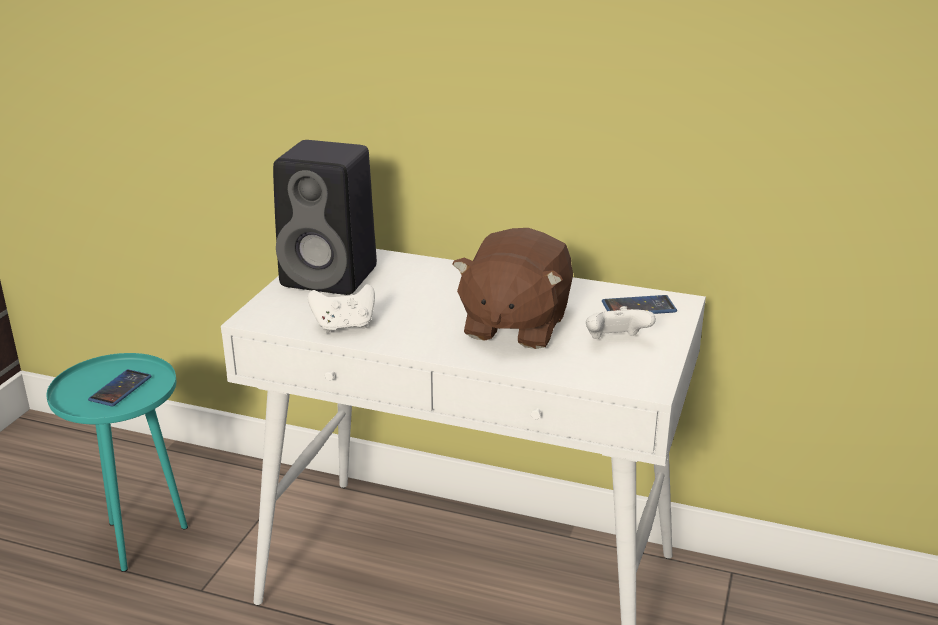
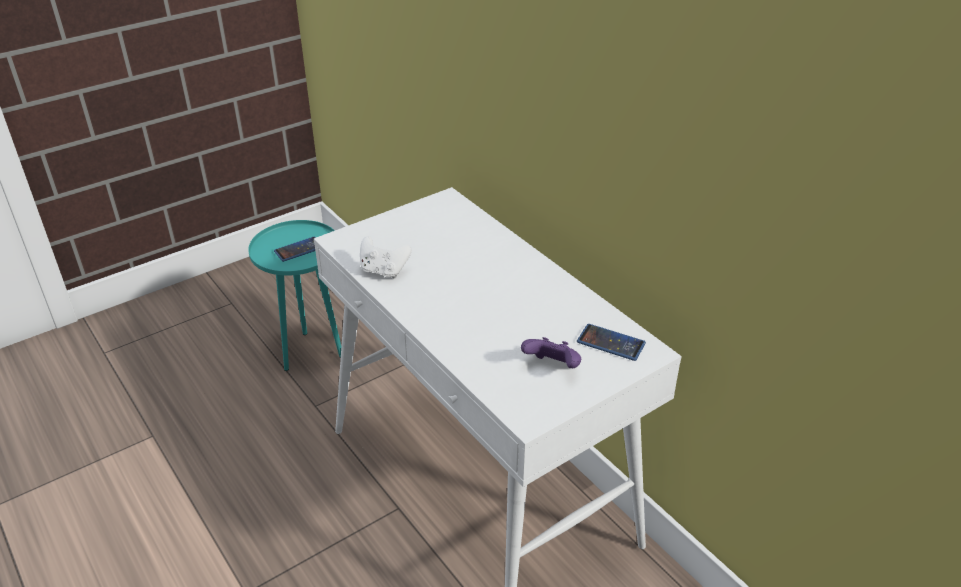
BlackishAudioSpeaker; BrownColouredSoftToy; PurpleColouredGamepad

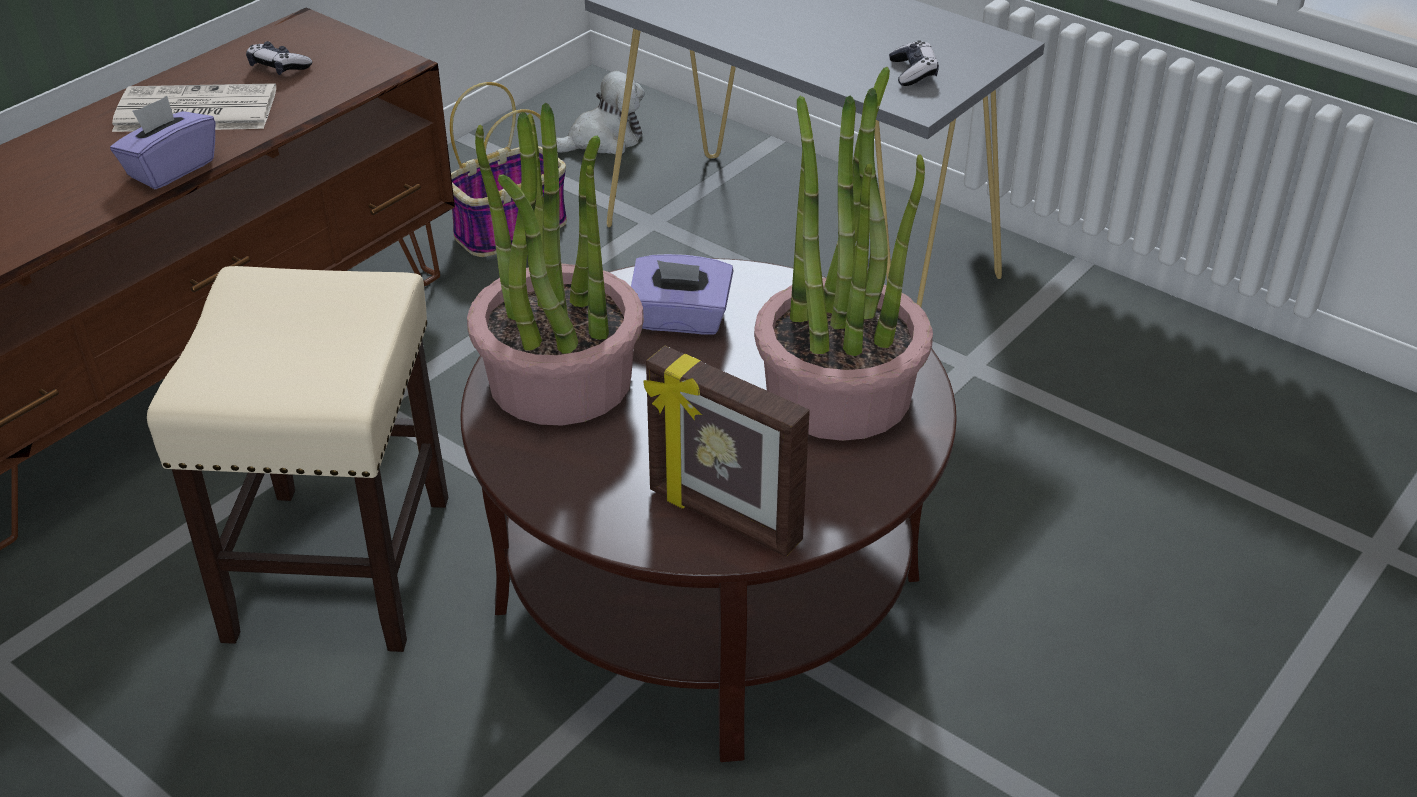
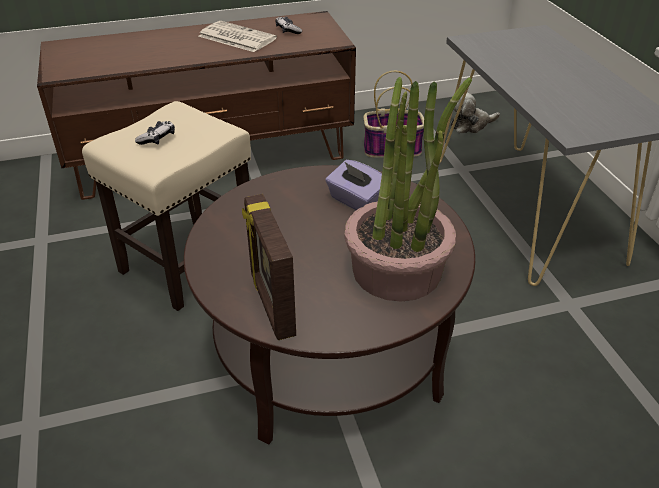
PurpleColouredTissueBox (no. 1 from left in the first image); PottedPlant (no. 1 from left in the first image); Gamepad (no. 1 from left); SoftToy

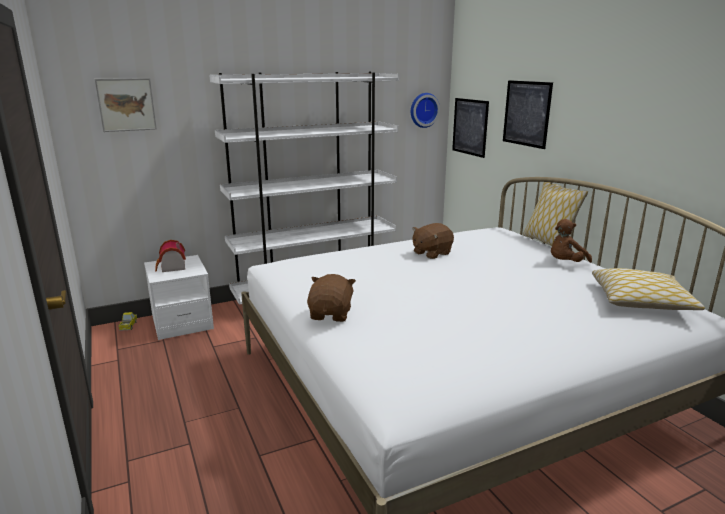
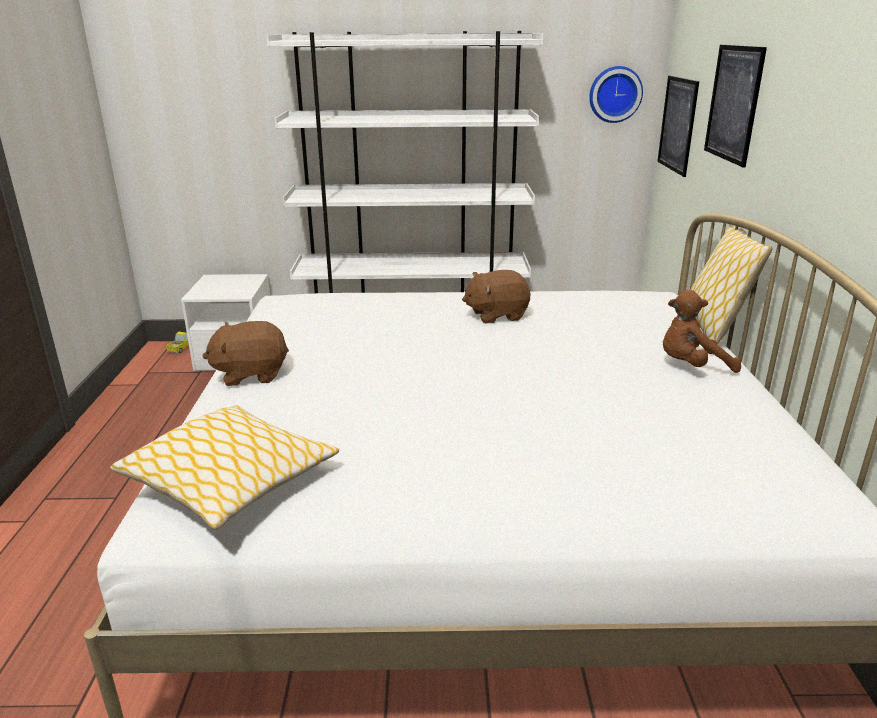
WallPicture (no. 1 from left in the first image); ToyHouse; ThrowPillow (no. 1 from left); BrownColouredSoftToy (no. 1 from left)

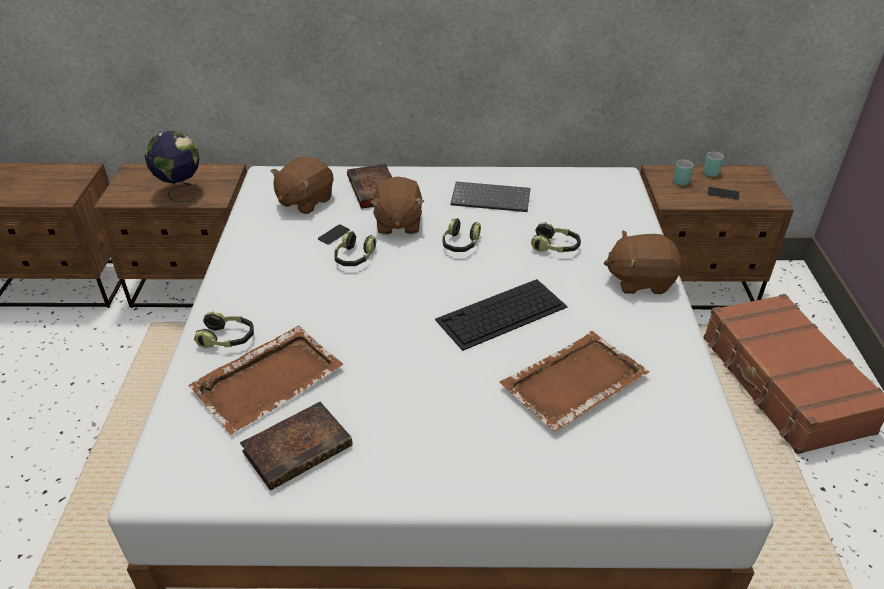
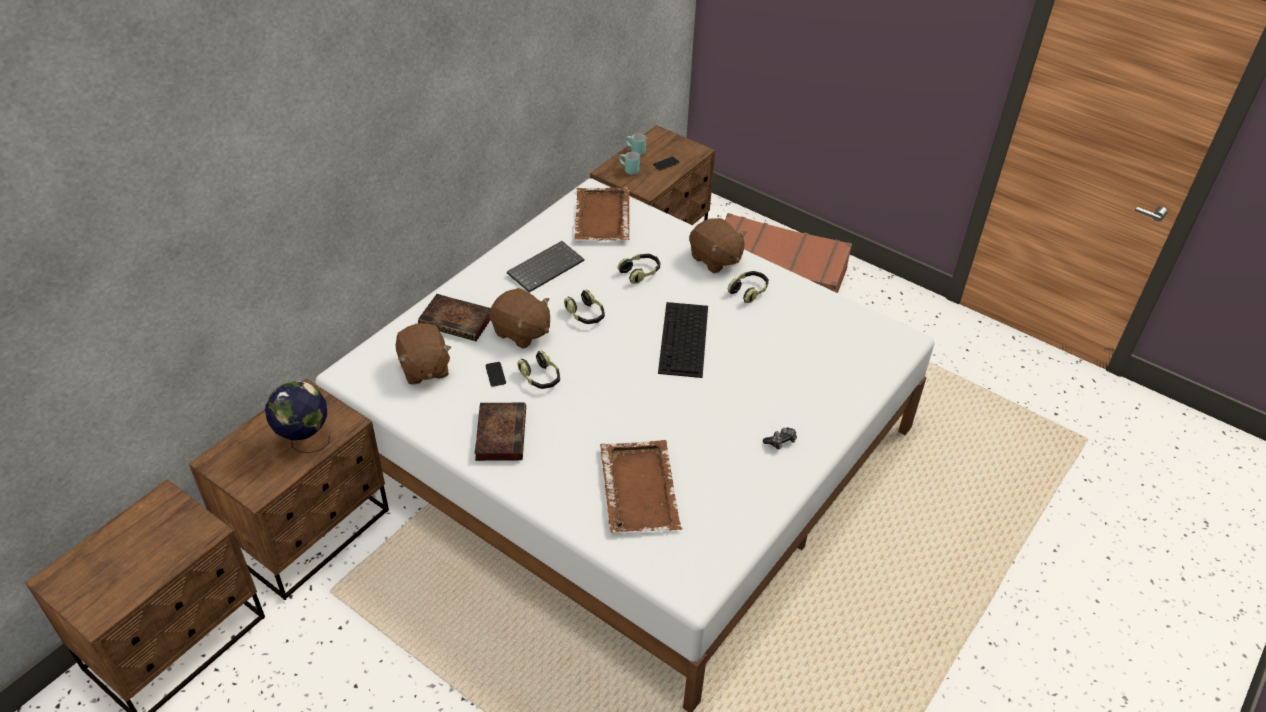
Gamepad; Headphones (no. 4 from left); Book (no. 2 from left); BrownColouredServingTray (no. 1 from left); BrownColouredSoftToy (no. 3 from left)

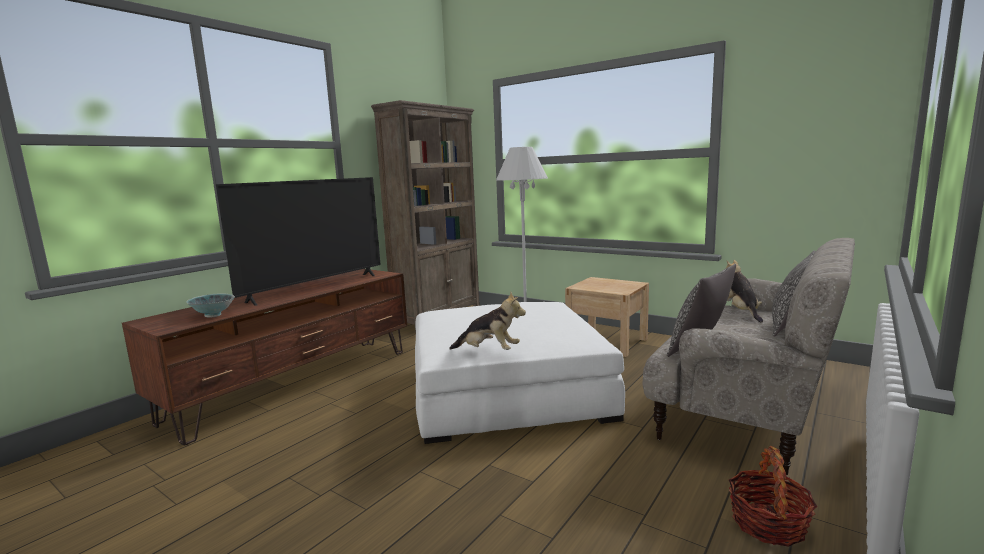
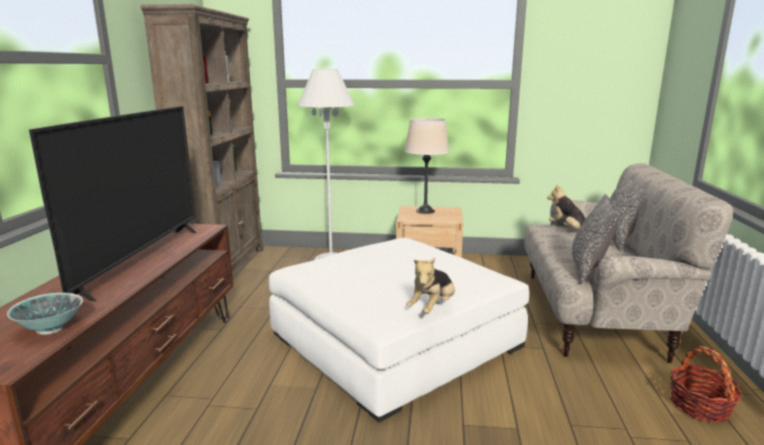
BeigeColouredTabletopLamp; SoftToy (no. 1 from left)

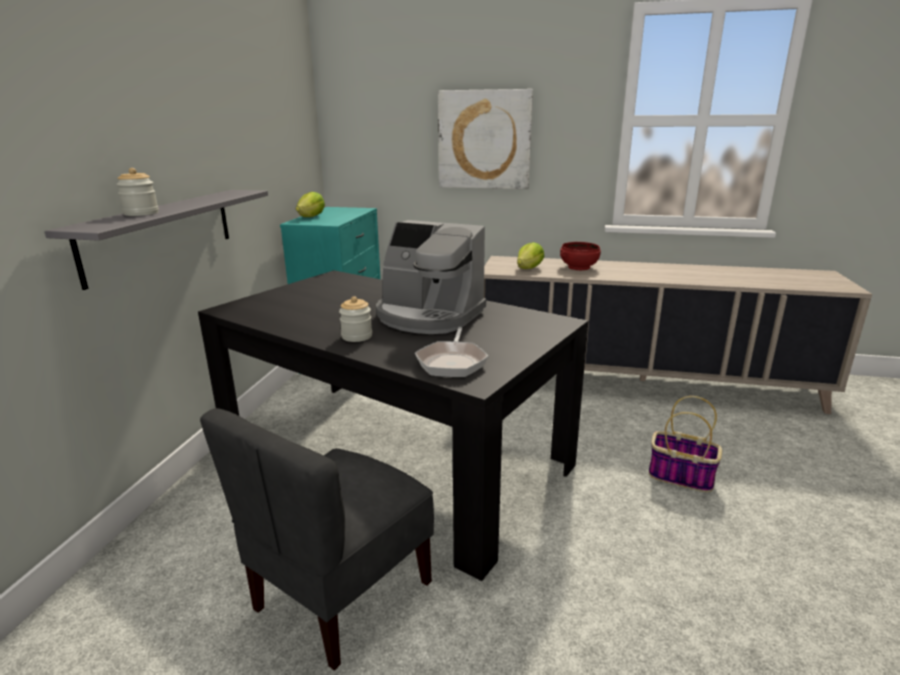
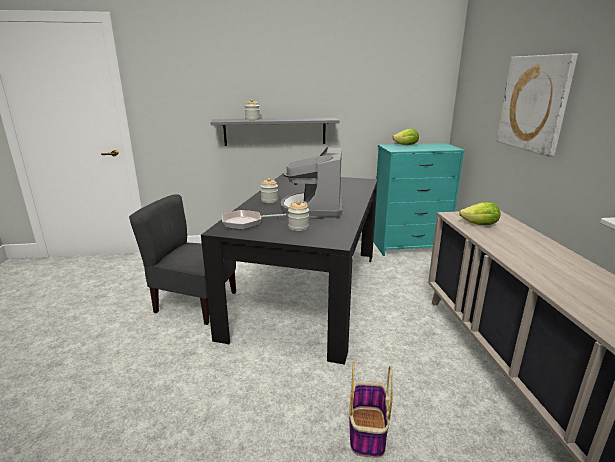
RedColouredBowl; PreserveJar (no. 3 from left)

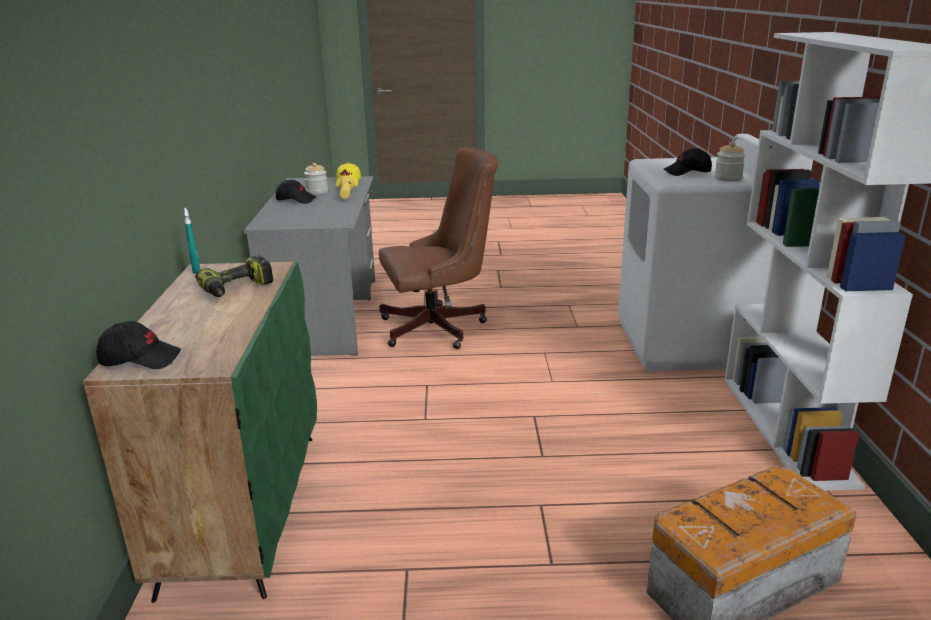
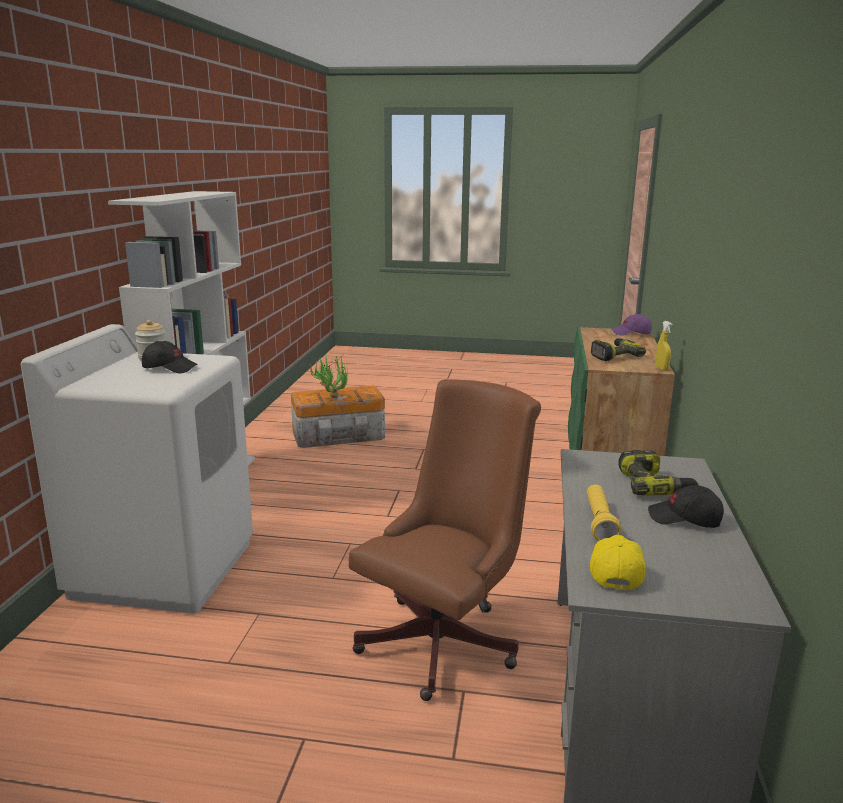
PreserveJar (no. 1 from left in the first image); PottedPlant; Drill (no. 2 from left); PurpleColouredBaseballCap; YellowColouredSprayBottle; BrownColouredDeskChair

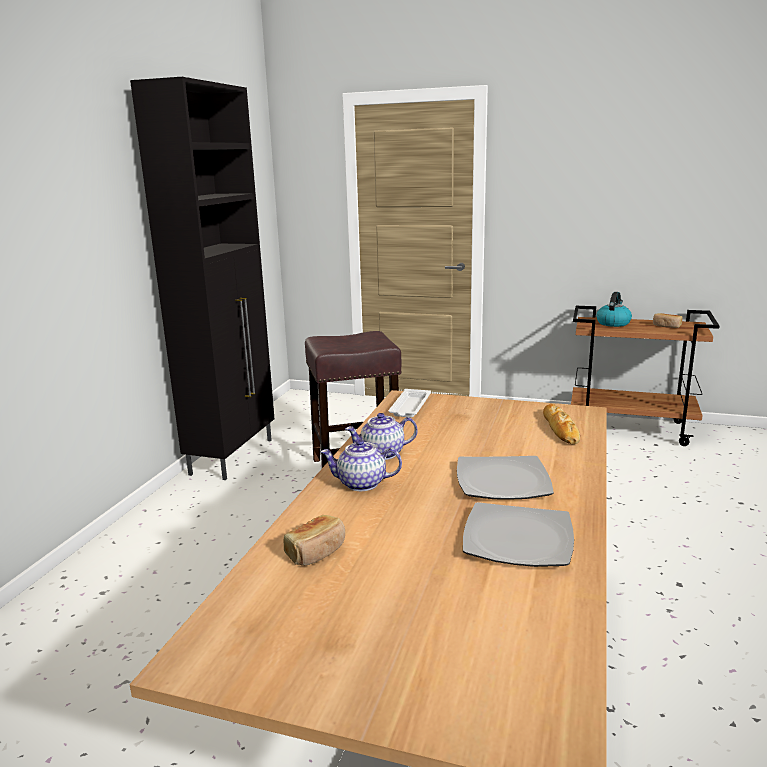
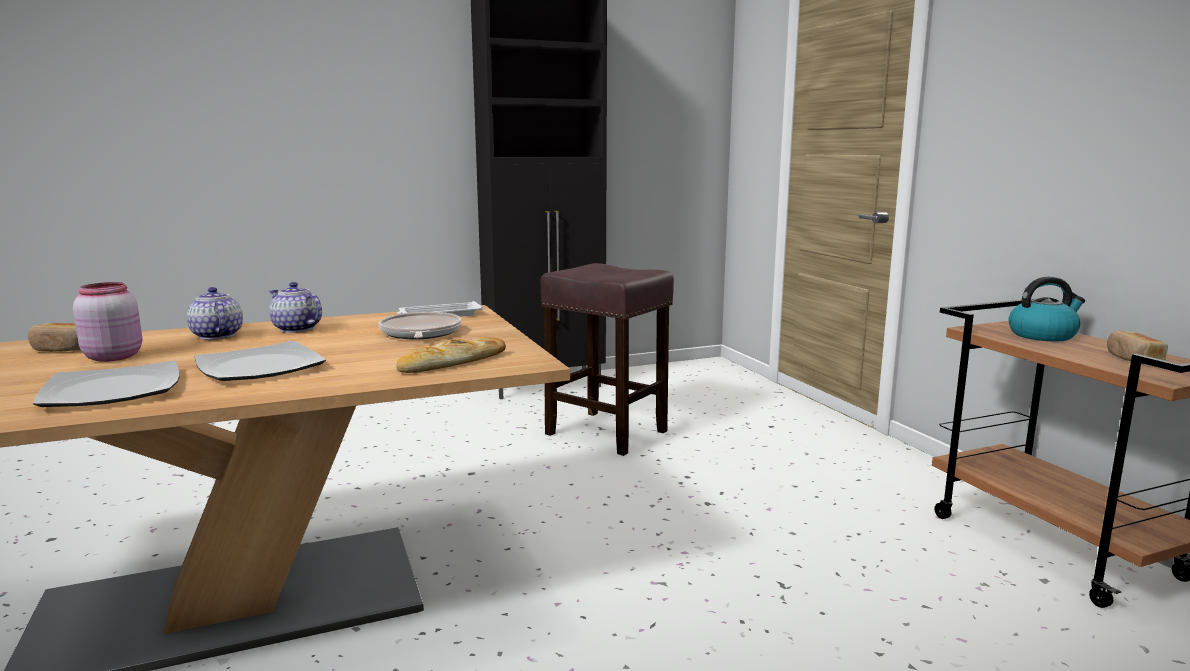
PinkColouredPreserveJar; Skillet

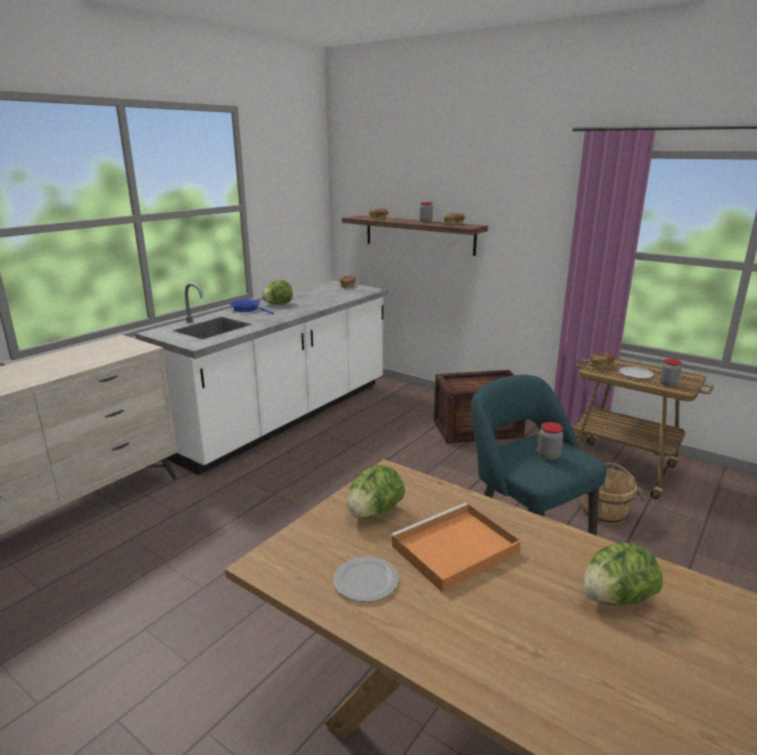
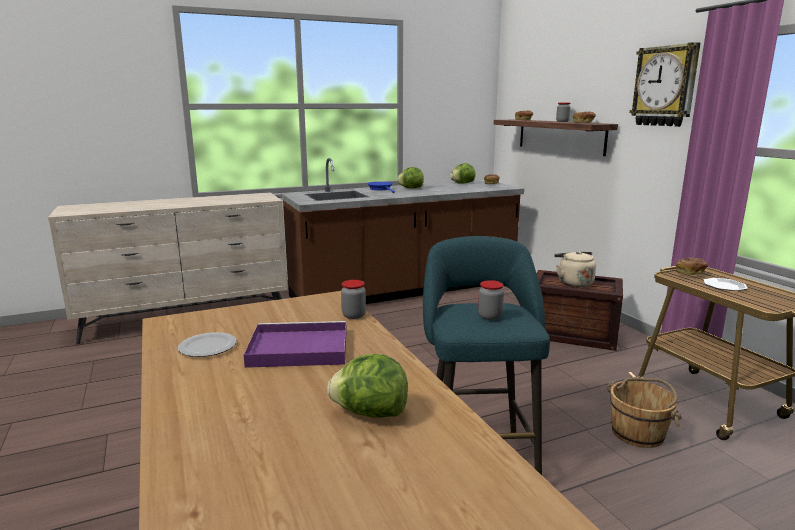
BeigeColouredTeaKettle; WallClock; HeadOfLettuce (no. 3 from left); PreserveJar (no. 1 from left); BrownColouredCounter; PurpleColouredServingTray

